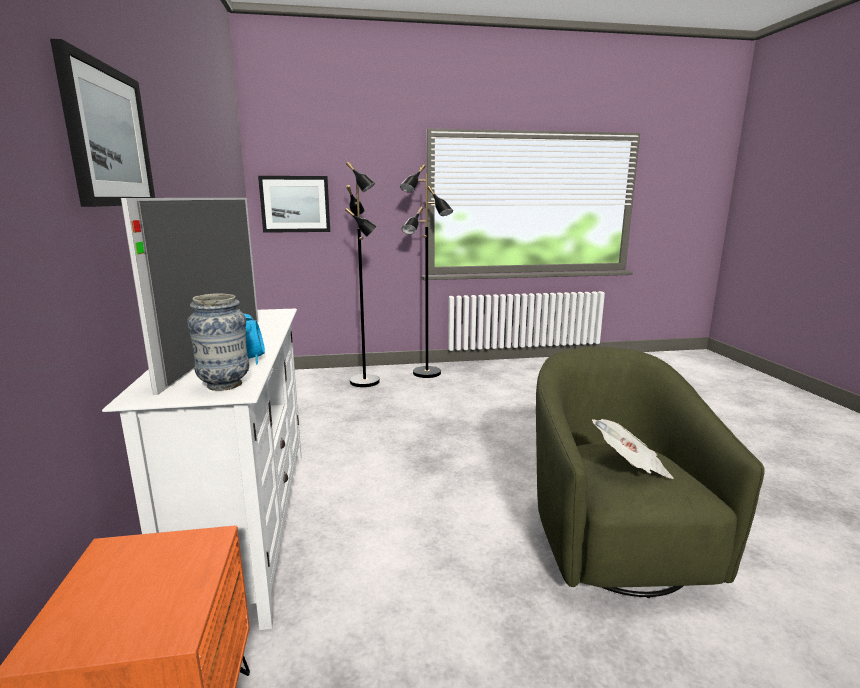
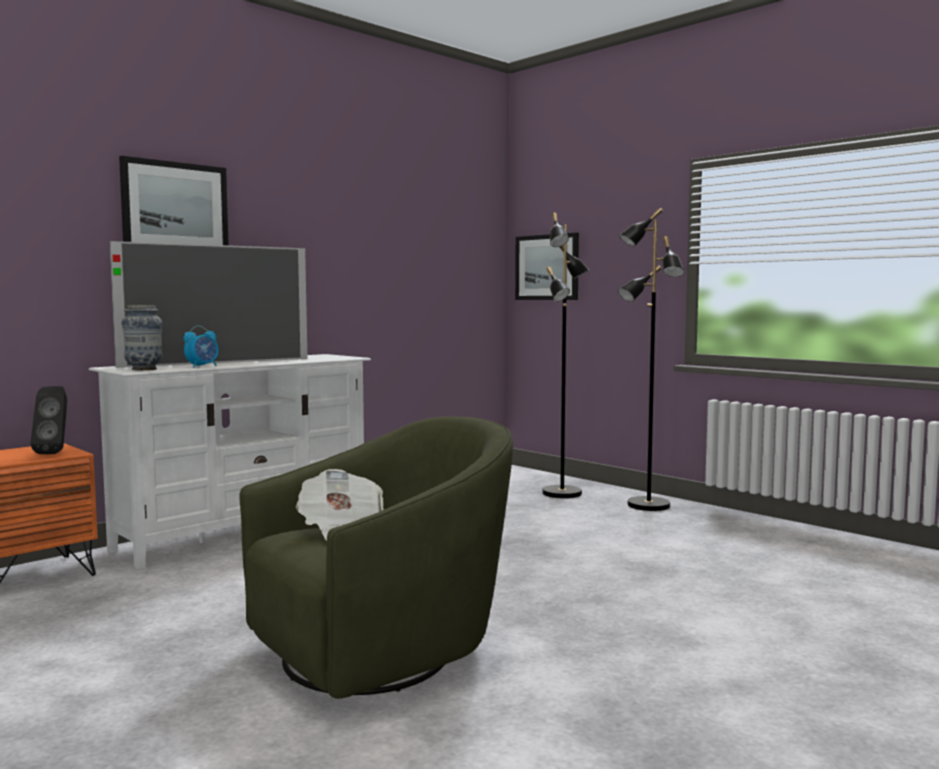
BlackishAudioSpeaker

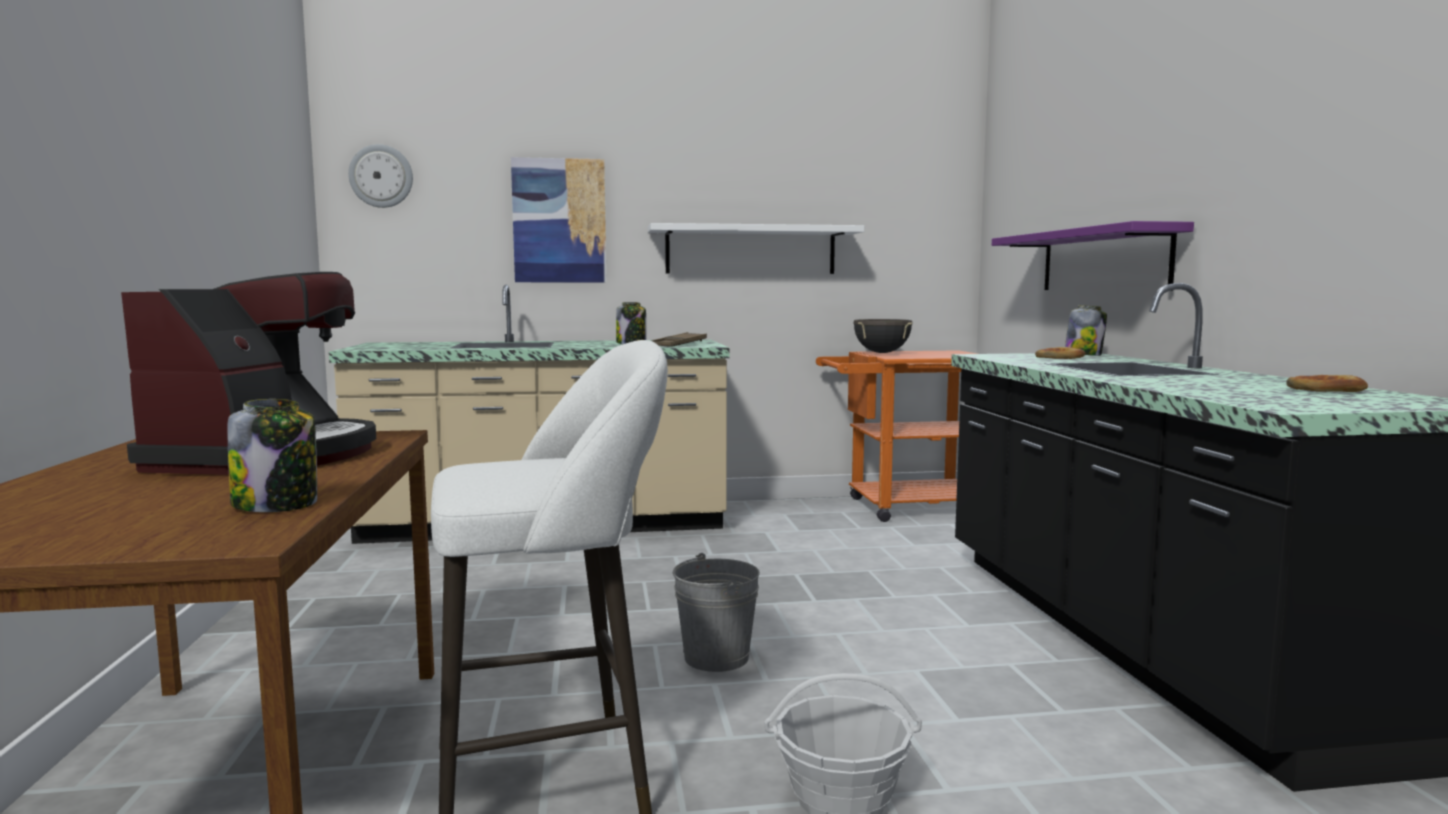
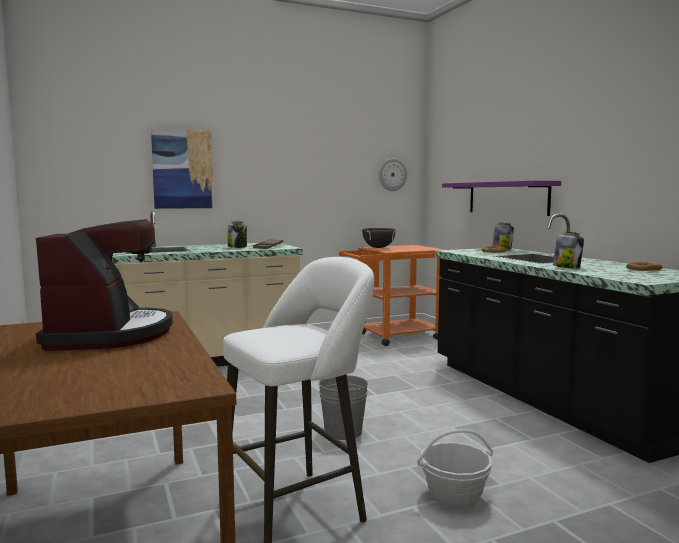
WhiteColouredWallShelf; PreserveJar (no. 3 from left); WallClock

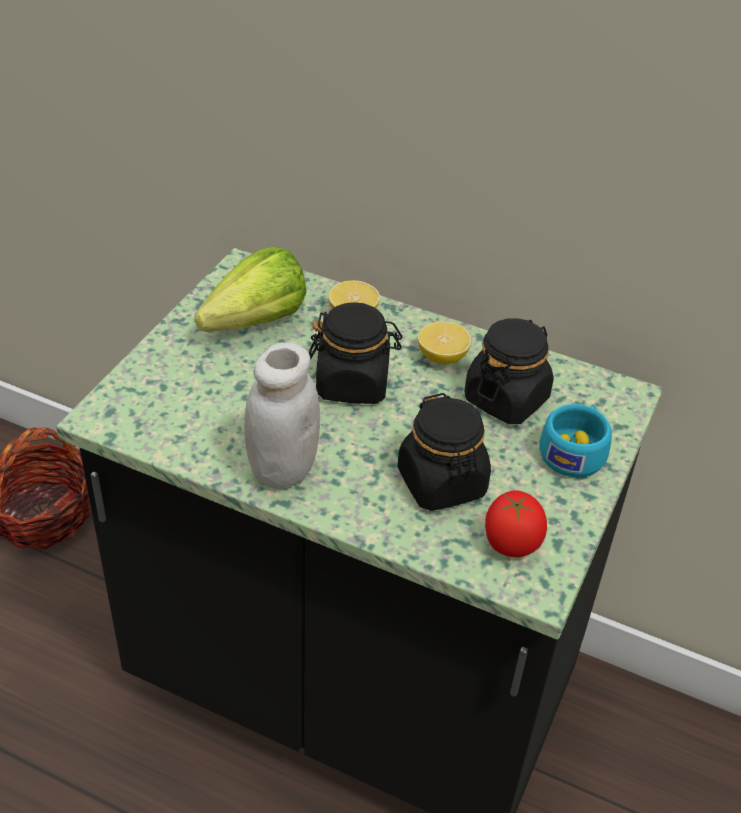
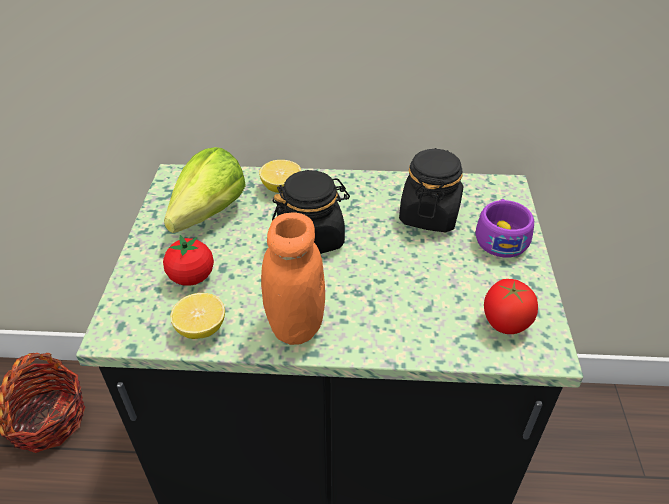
BlackishPreserveJar (no. 2 from left in the first image); WholeTomato (no. 1 from left); Lemon (no. 1 from left); OrangePreserveJar; PurpleColouredCup

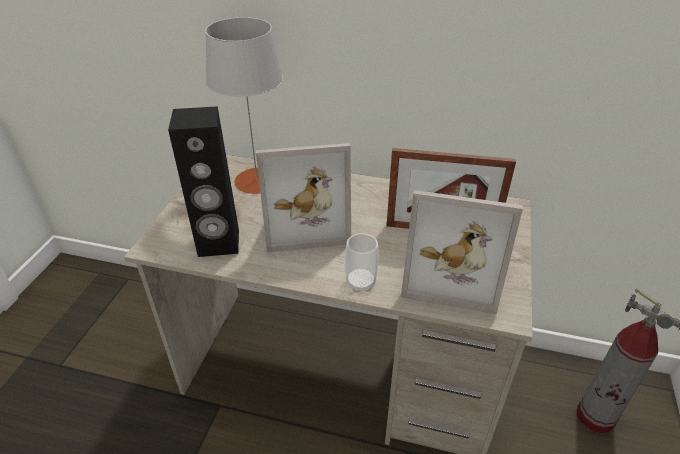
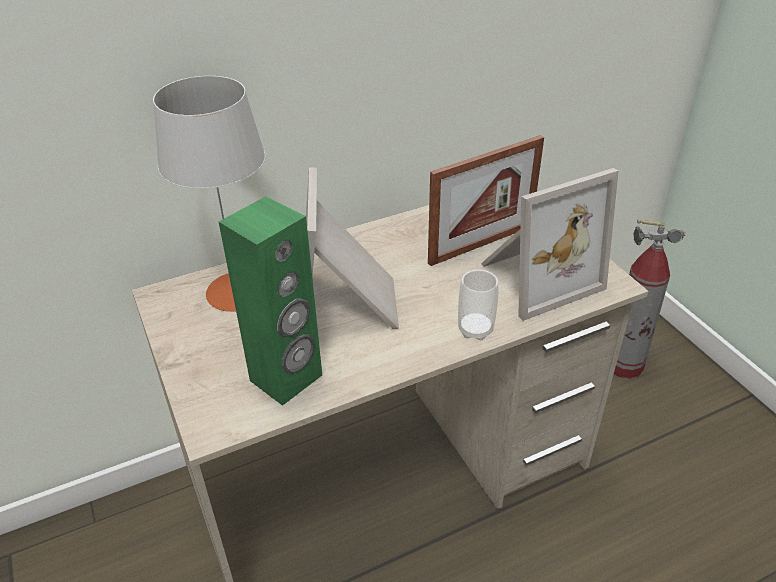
GreenishAudioSpeaker; PhotoFrame (no. 1 from left)

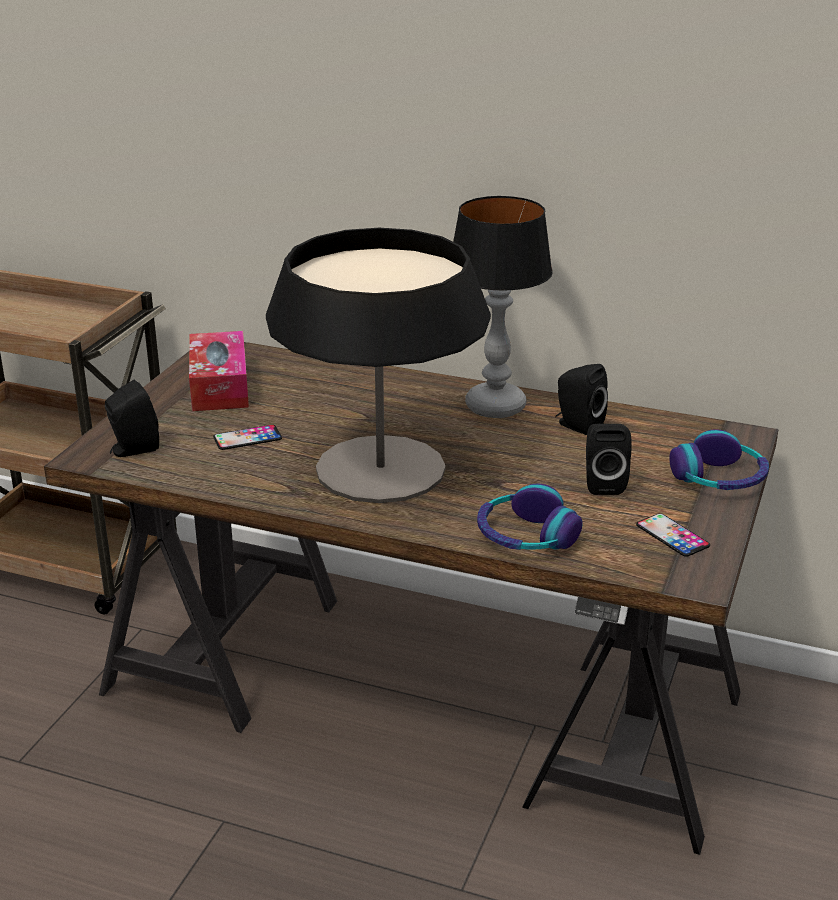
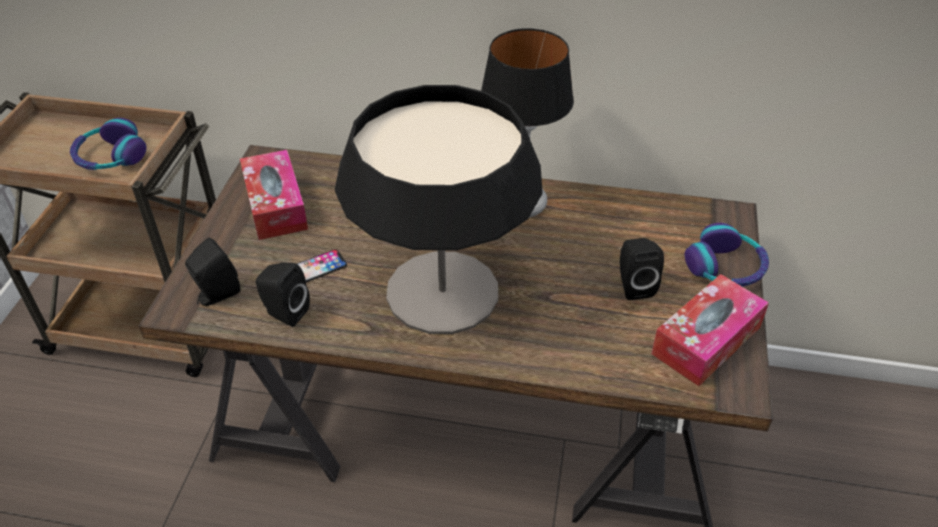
Headphones (no. 1 from left); BlackishAudioSpeaker (no. 2 from left); TissueBox (no. 2 from left)

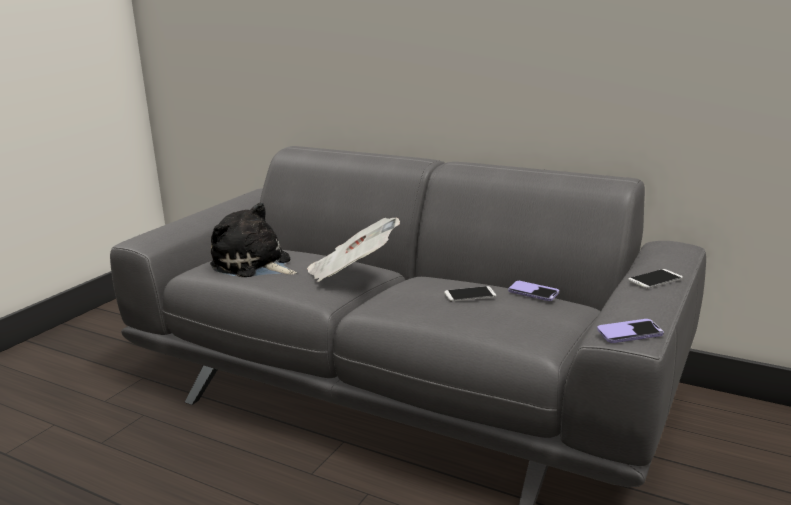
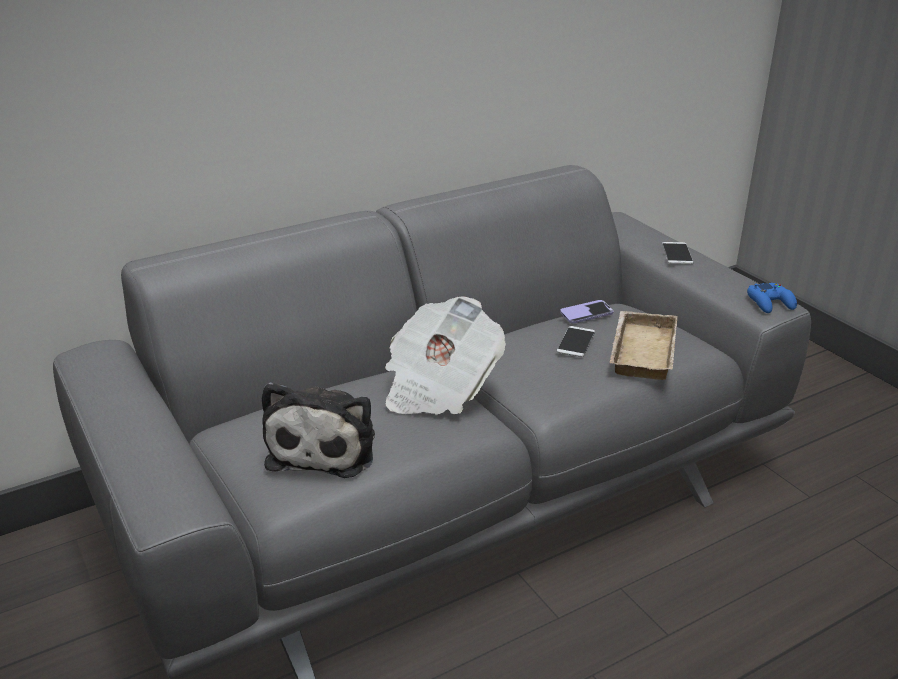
BeigeColouredServingTray; BlueColouredGamepad; SoftToy

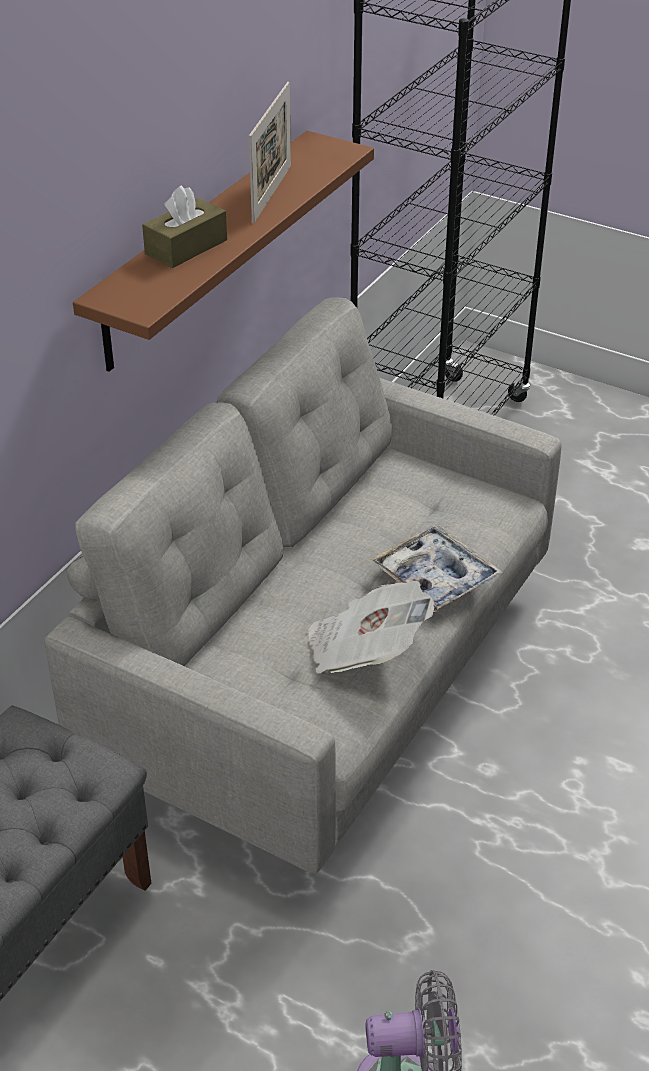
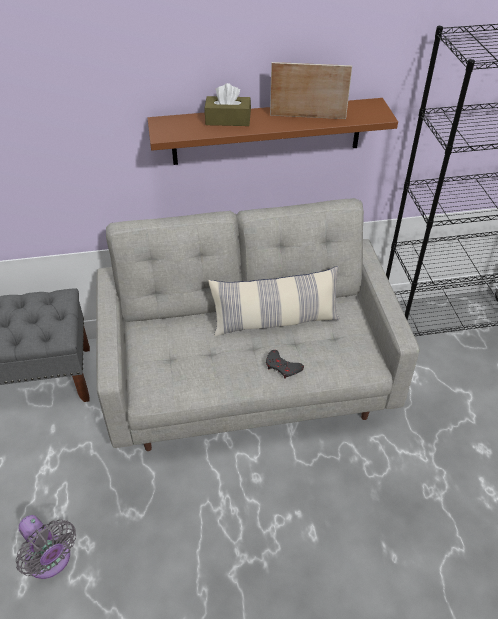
DailyPaper; ThrowPillow; GrayGamepad; PhotoFrame

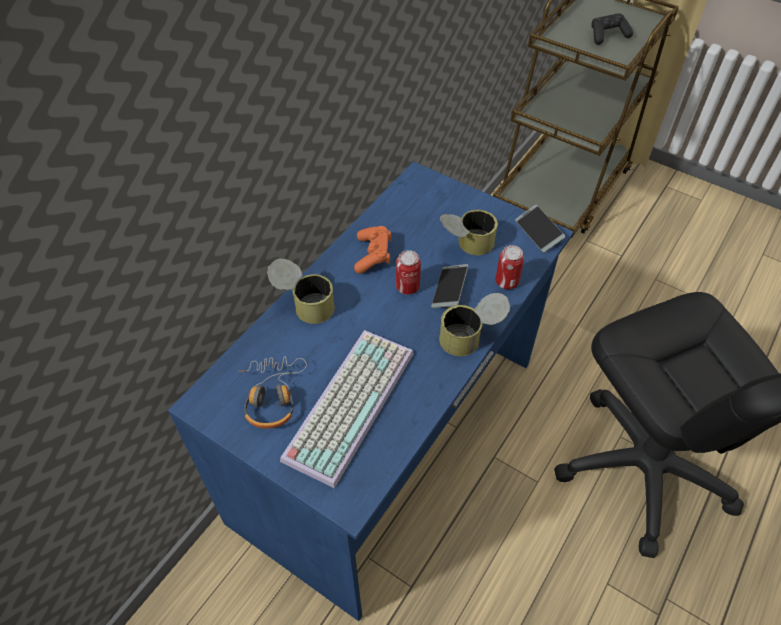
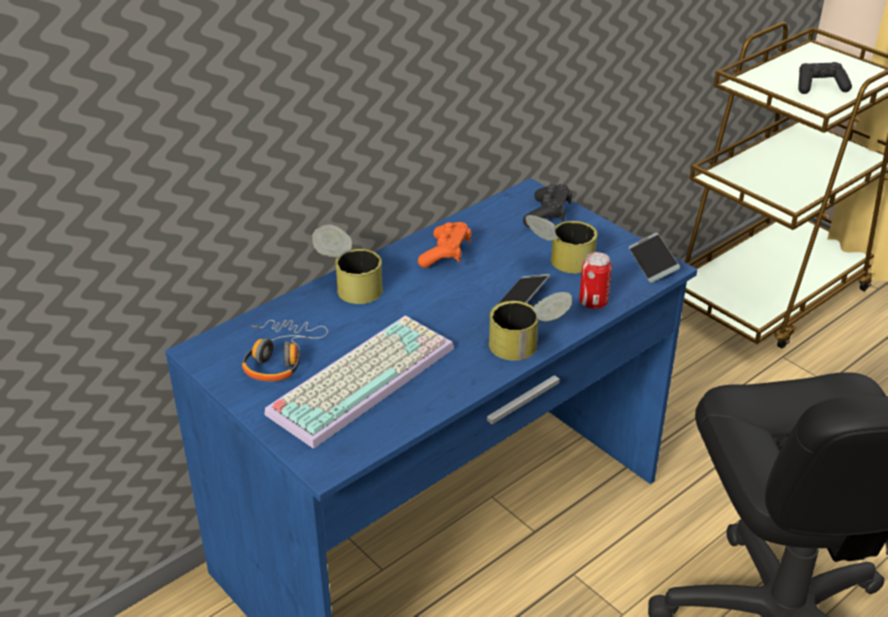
Can (no. 2 from left in the first image); BlackishGamepad (no. 1 from left)

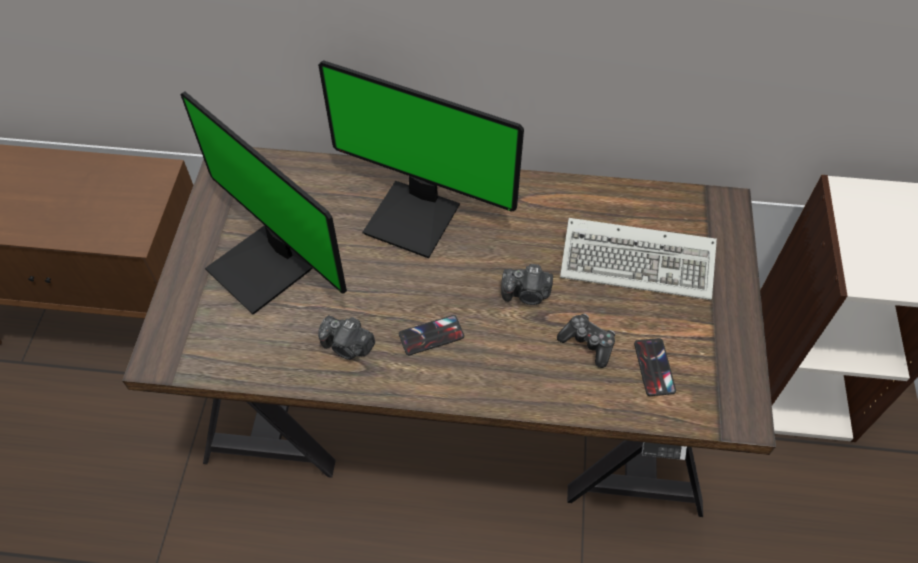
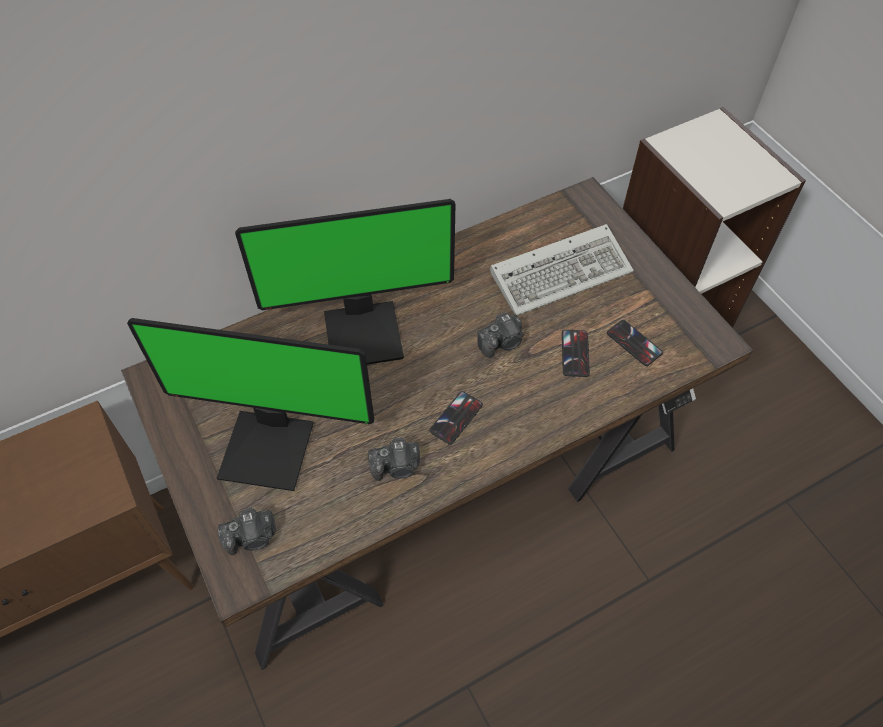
PhotoCamera (no. 1 from left); Telephone (no. 2 from left)

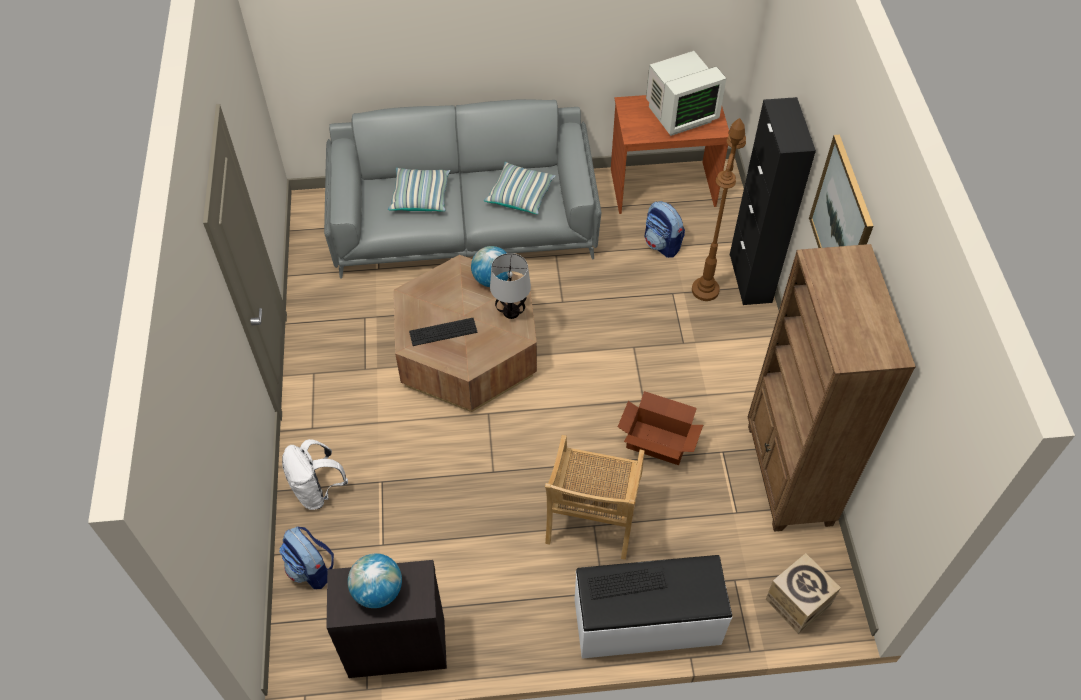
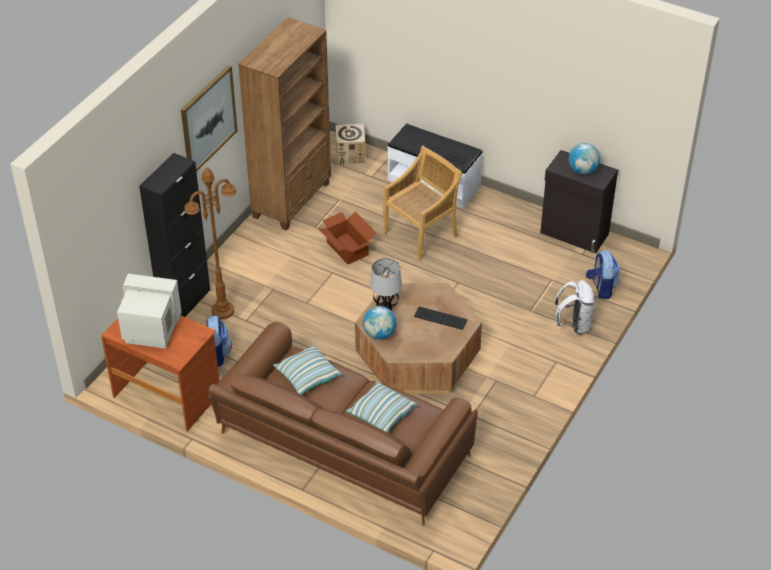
BrownColouredSofa

